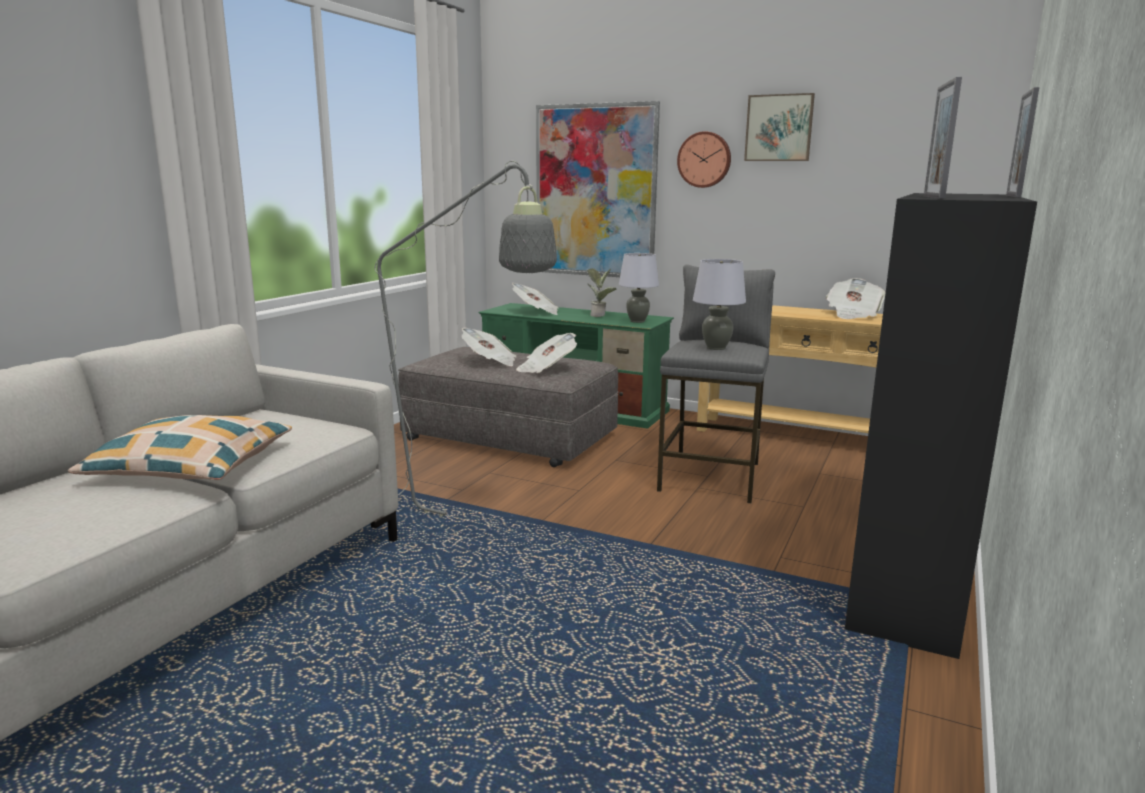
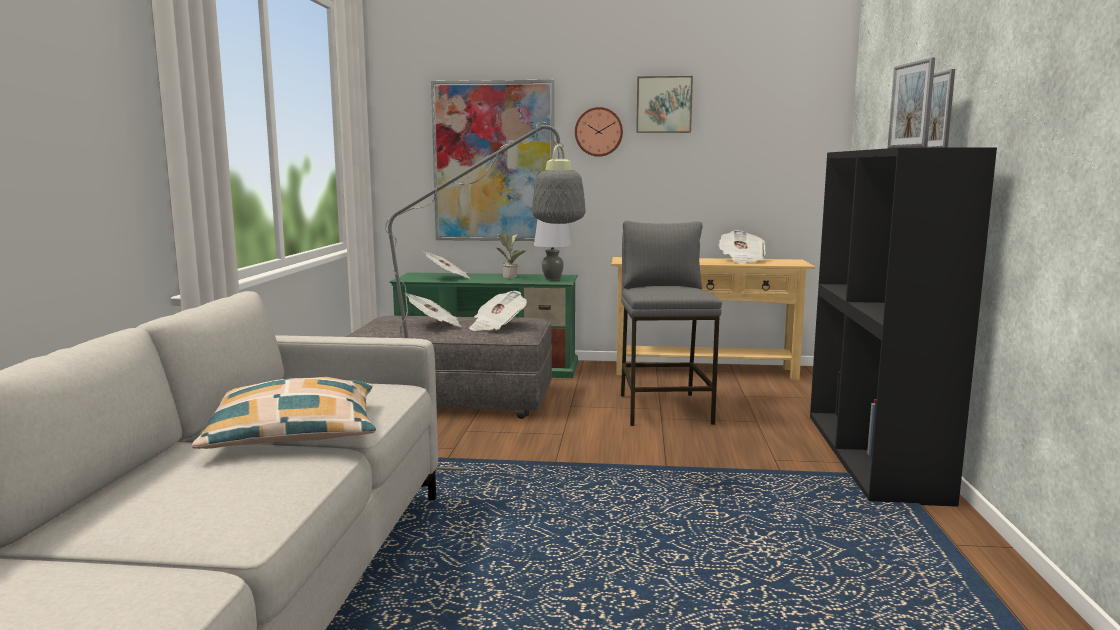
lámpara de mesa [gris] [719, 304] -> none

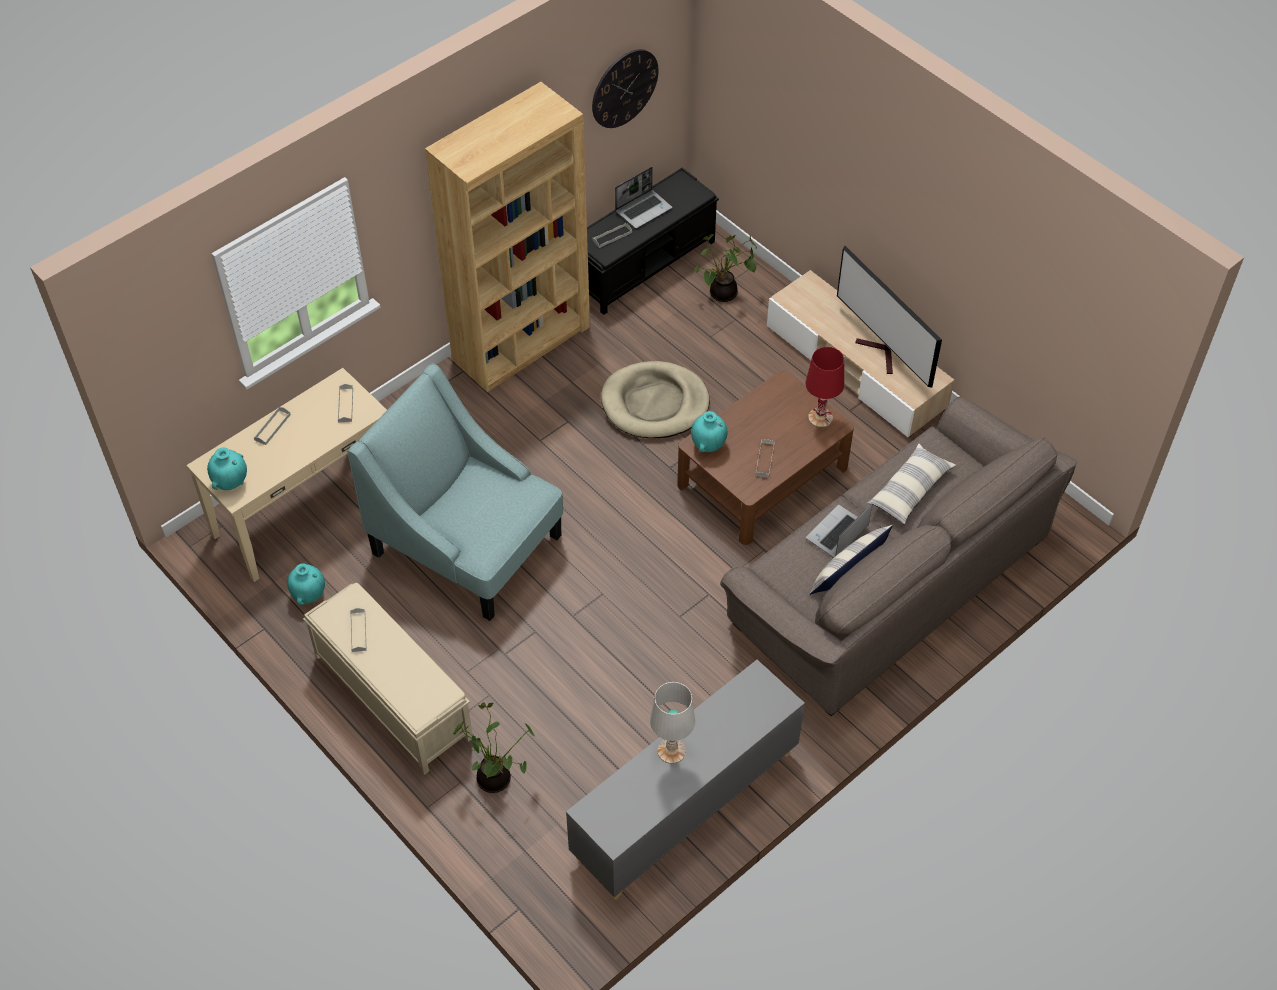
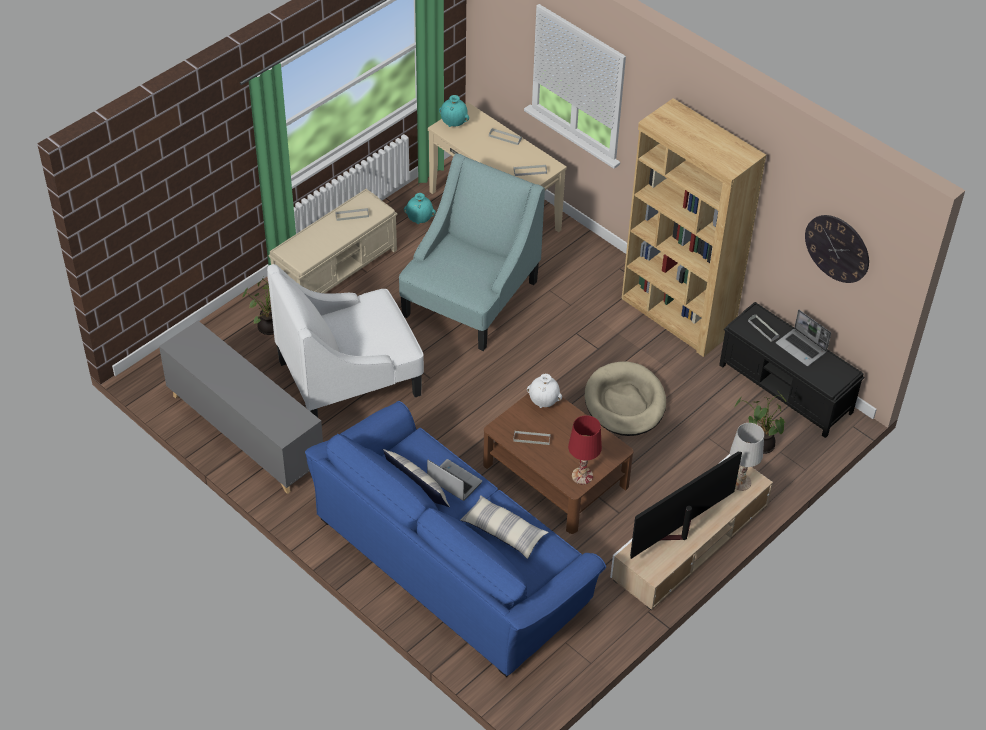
none -> sillón [blanco] [345, 340]
sofá [marrón] [898, 556] -> sofá [azul] [455, 539]
florero [turquesa] [709, 431] -> florero [blanco] [544, 391]
lámpara de mesa [blanco] [672, 723] -> lámpara de mesa [blanco] [747, 457], relocated

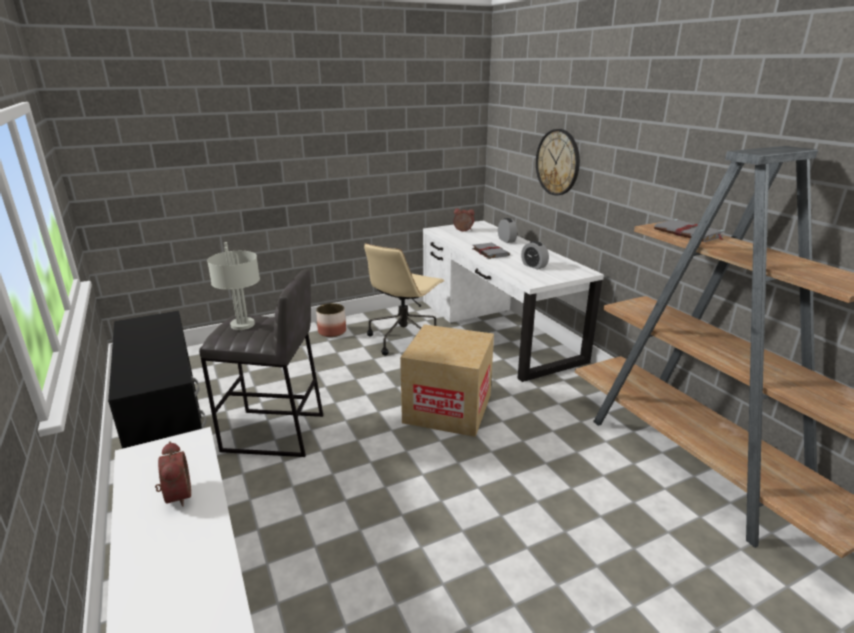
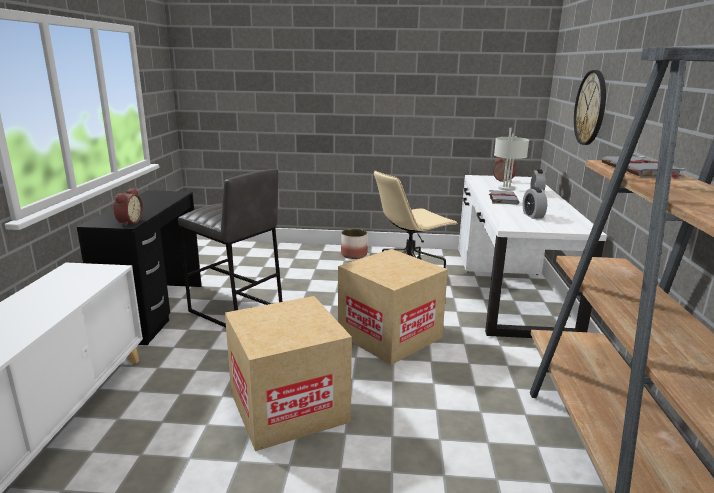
despertador [173, 474] -> despertador [128, 207], relocated
none -> caja de cartón [288, 373]
lámpara de mesa [gris] [233, 286] -> lámpara de mesa [gris] [511, 159], relocated

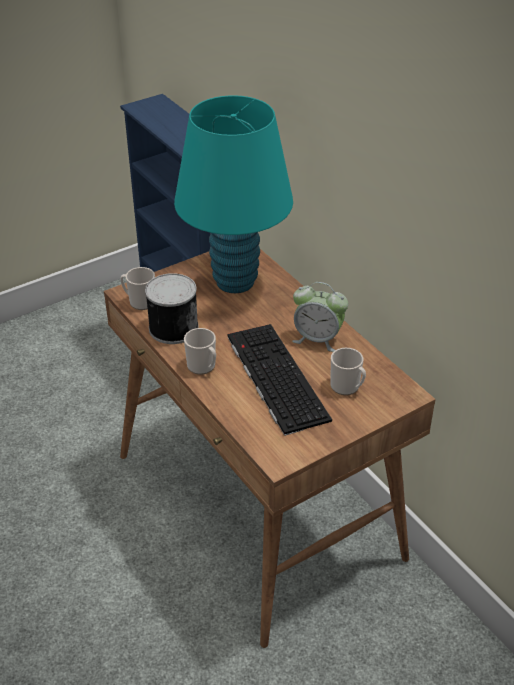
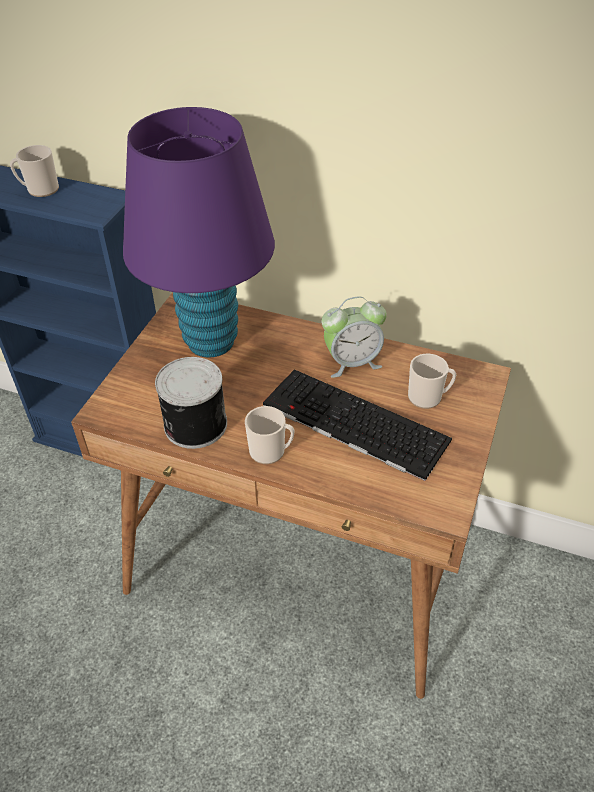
taza grande [137, 288] -> taza grande [34, 171], relocated
lámpara de mesa [turquesa] [233, 194] -> lámpara de mesa [morado] [199, 232]

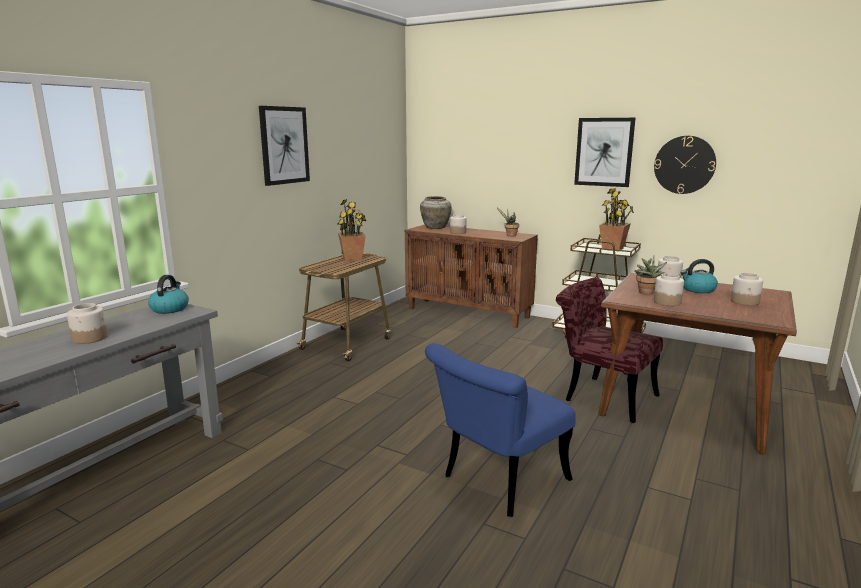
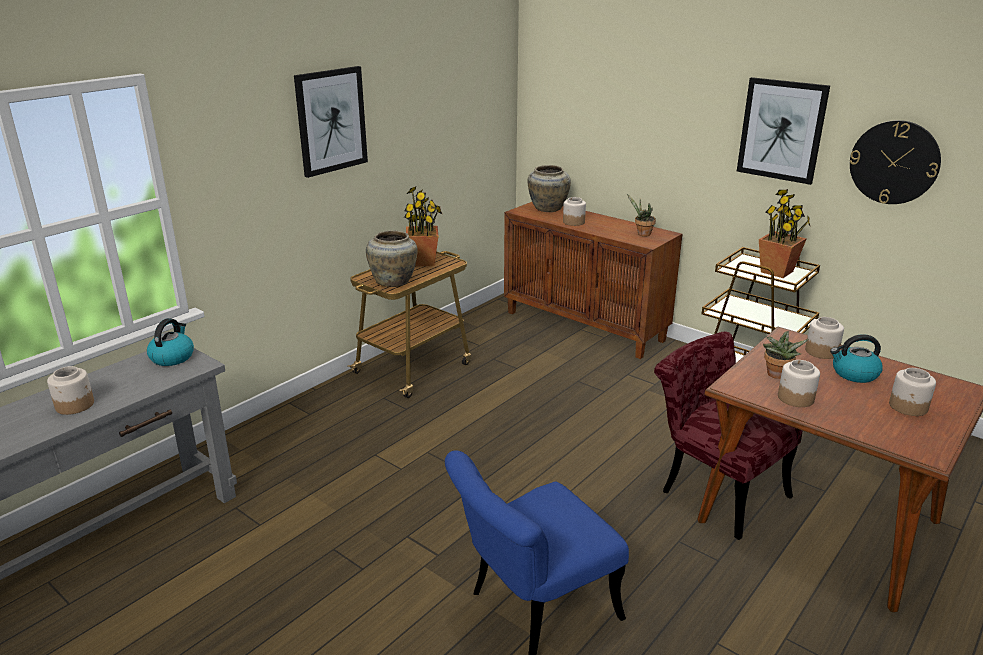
none -> florero [beis] [392, 259]

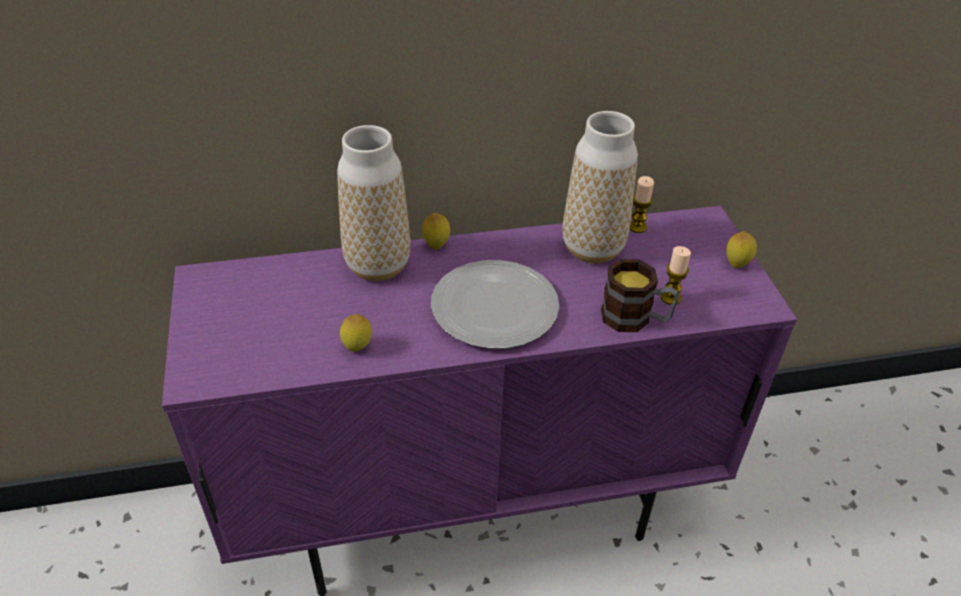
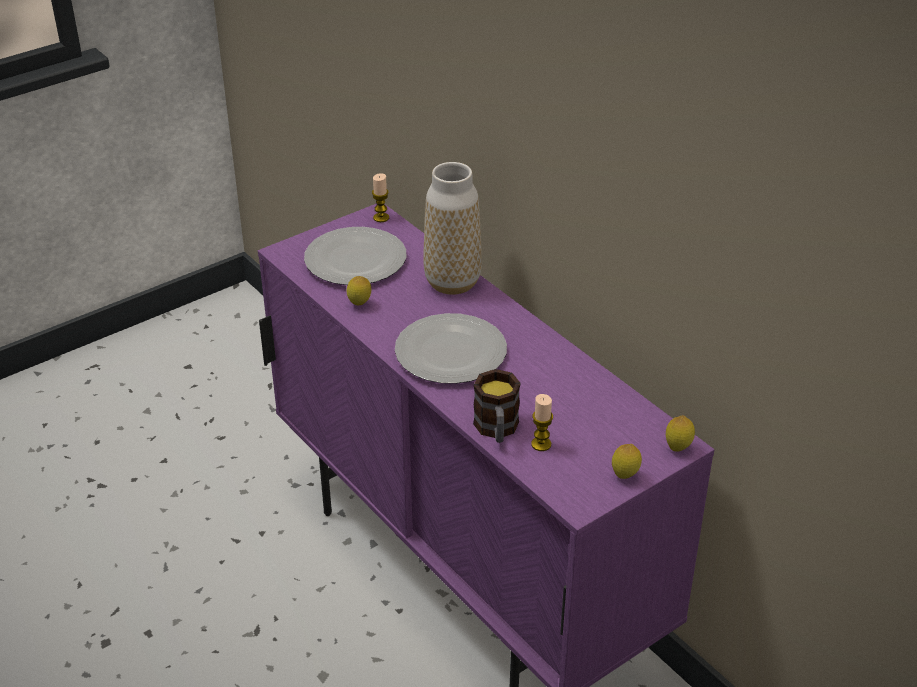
none -> plato [355, 256]
vela [642, 204] -> vela [380, 197], relocated
limón [436, 231] -> limón [680, 433], relocated
florero [600, 187] -> none

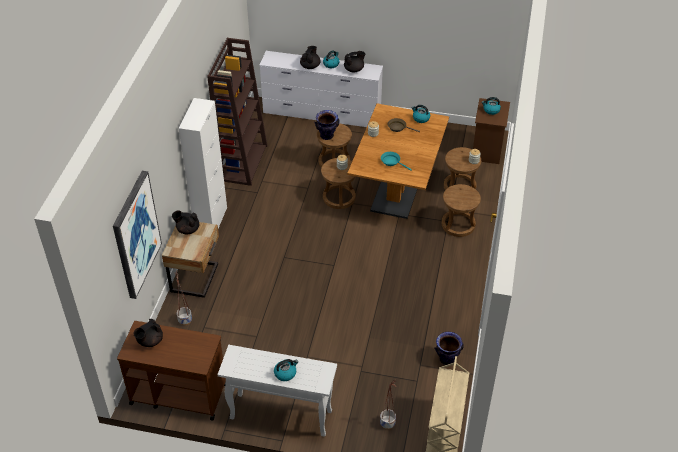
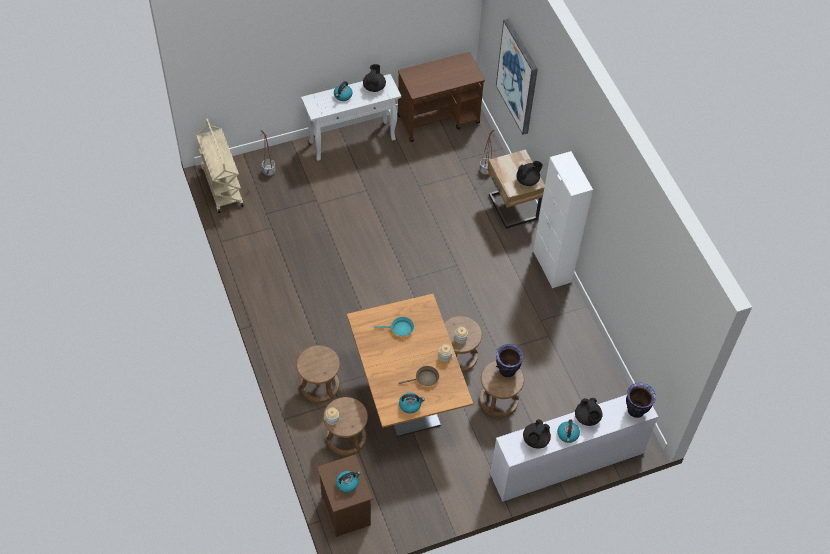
tetera [negro] [148, 333] -> tetera [negro] [374, 78], relocated
florero [449, 348] -> florero [641, 400], relocated
estantería [marrón] [237, 112] -> none

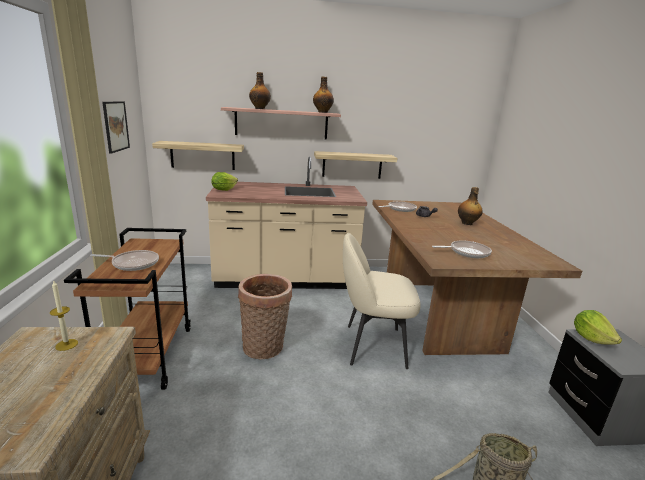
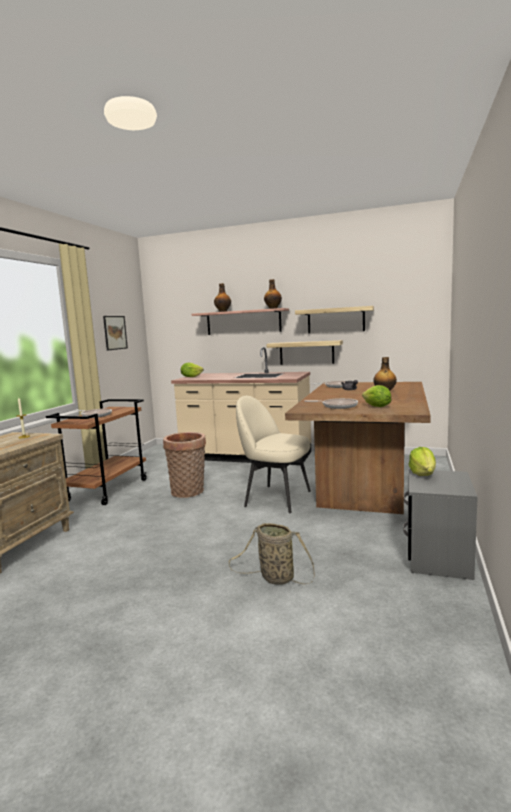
estante [198, 155] -> estante [334, 319], relocated
none -> lechuga [376, 396]

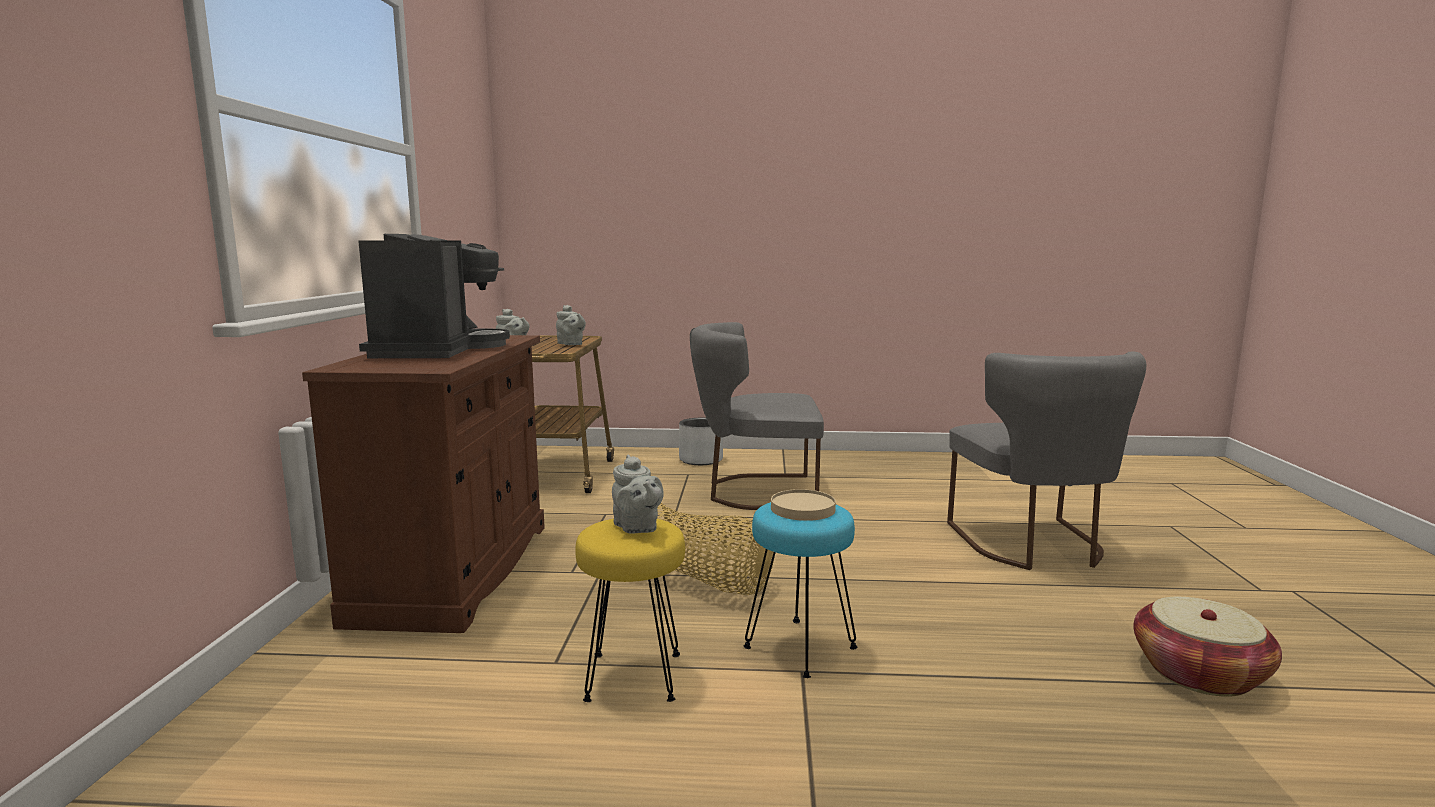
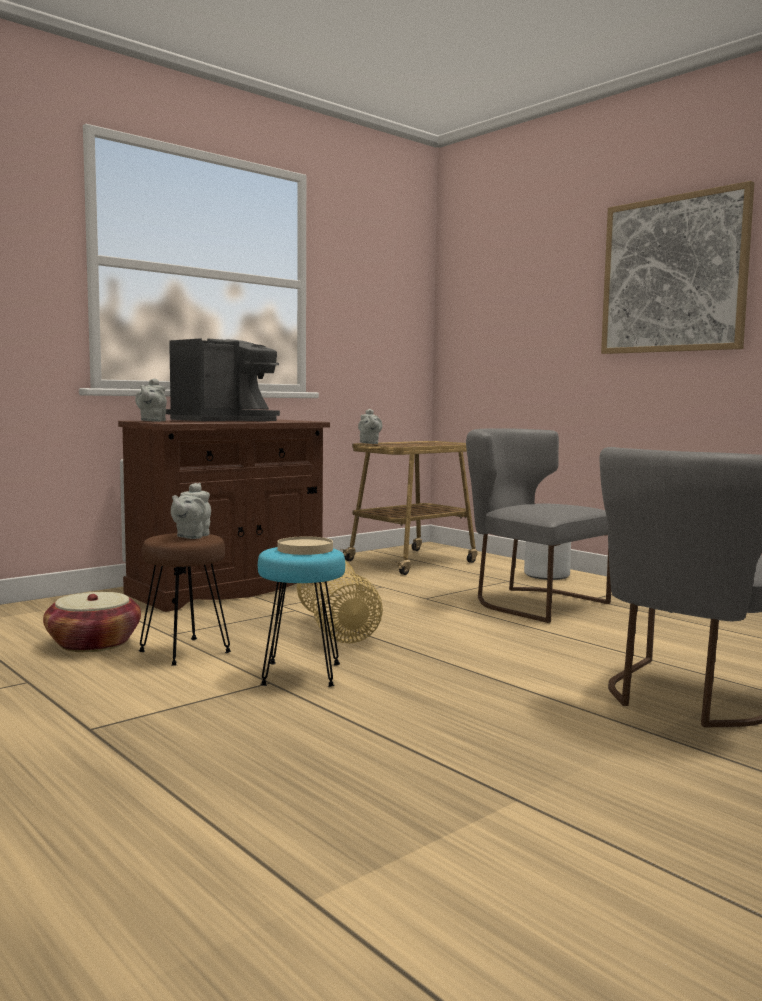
cesta [1207, 647] -> cesta [92, 622], relocated
tetera [gris] [571, 325] -> tetera [gris] [151, 400], relocated
taburete [amarillo] [630, 610] -> taburete [marrón] [184, 599]
none -> cuadro [677, 267]

